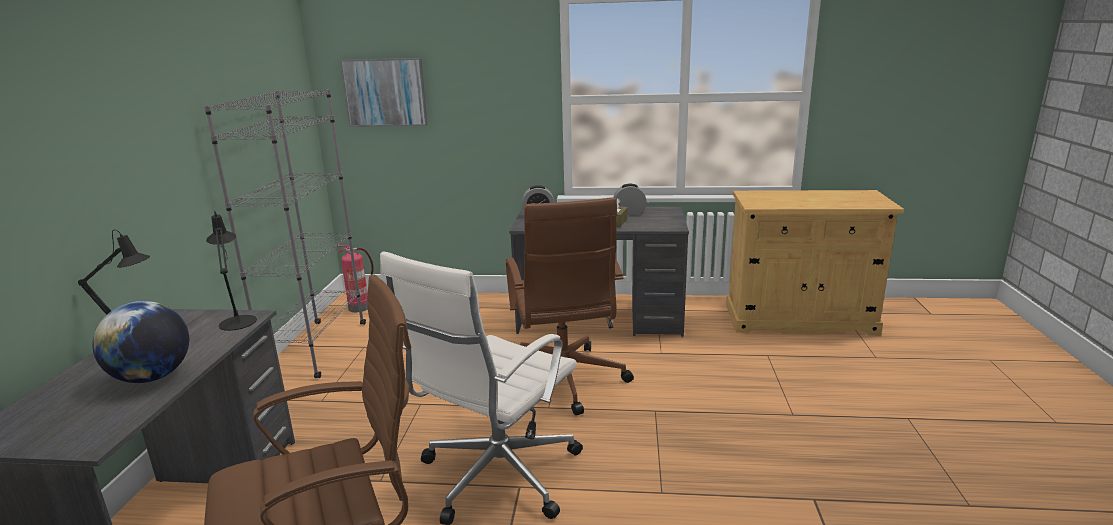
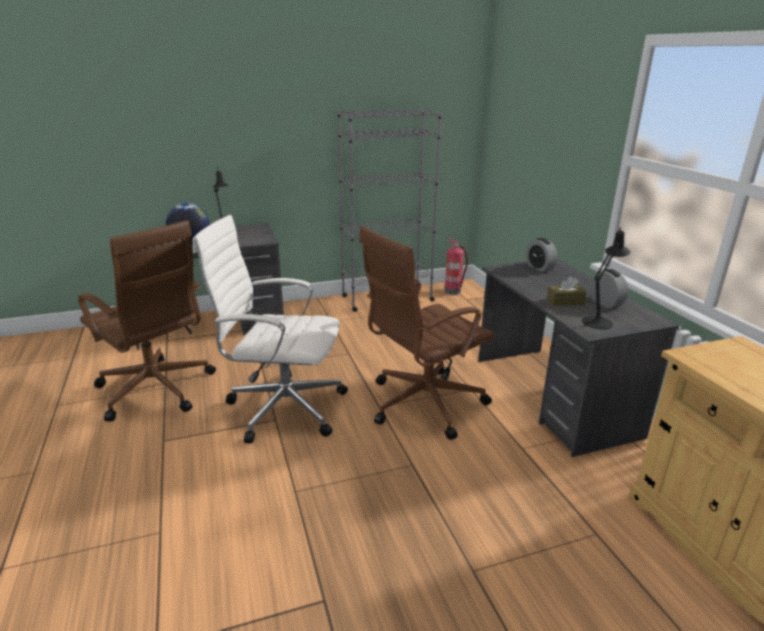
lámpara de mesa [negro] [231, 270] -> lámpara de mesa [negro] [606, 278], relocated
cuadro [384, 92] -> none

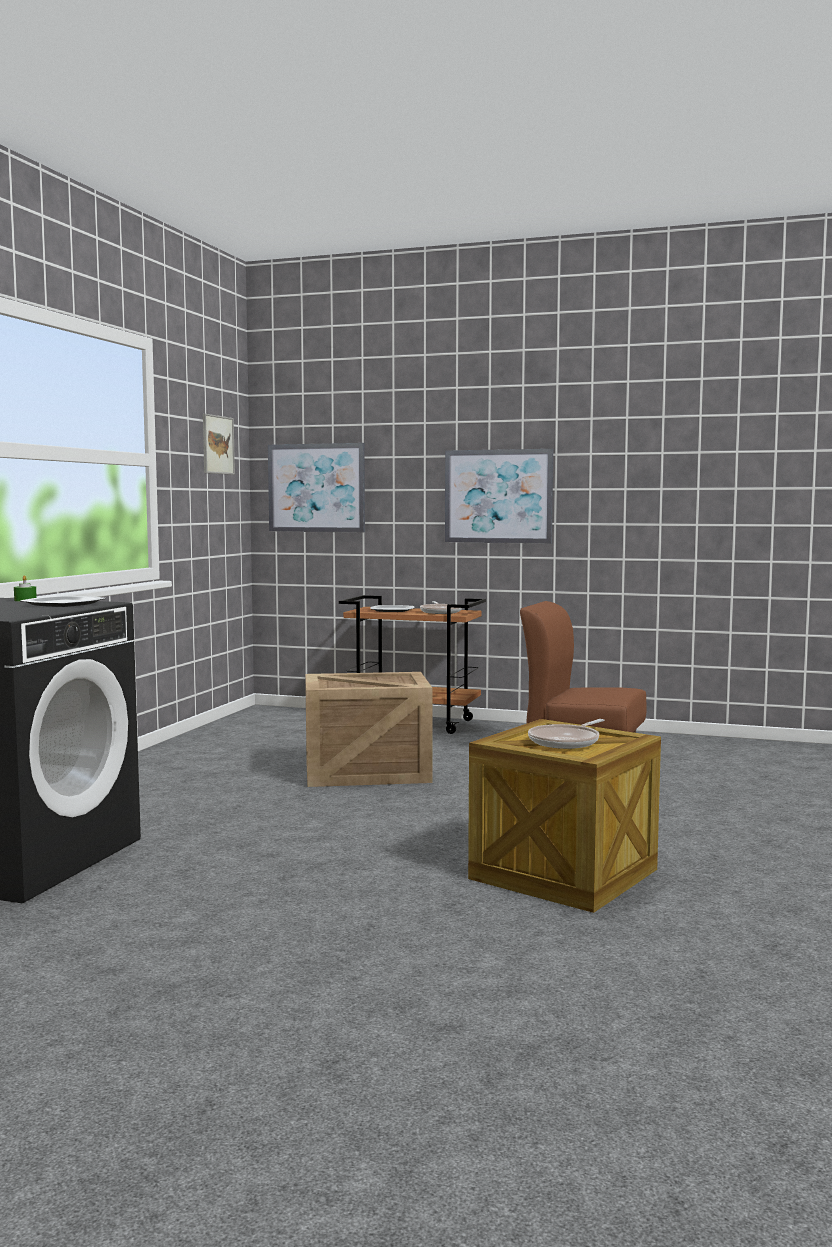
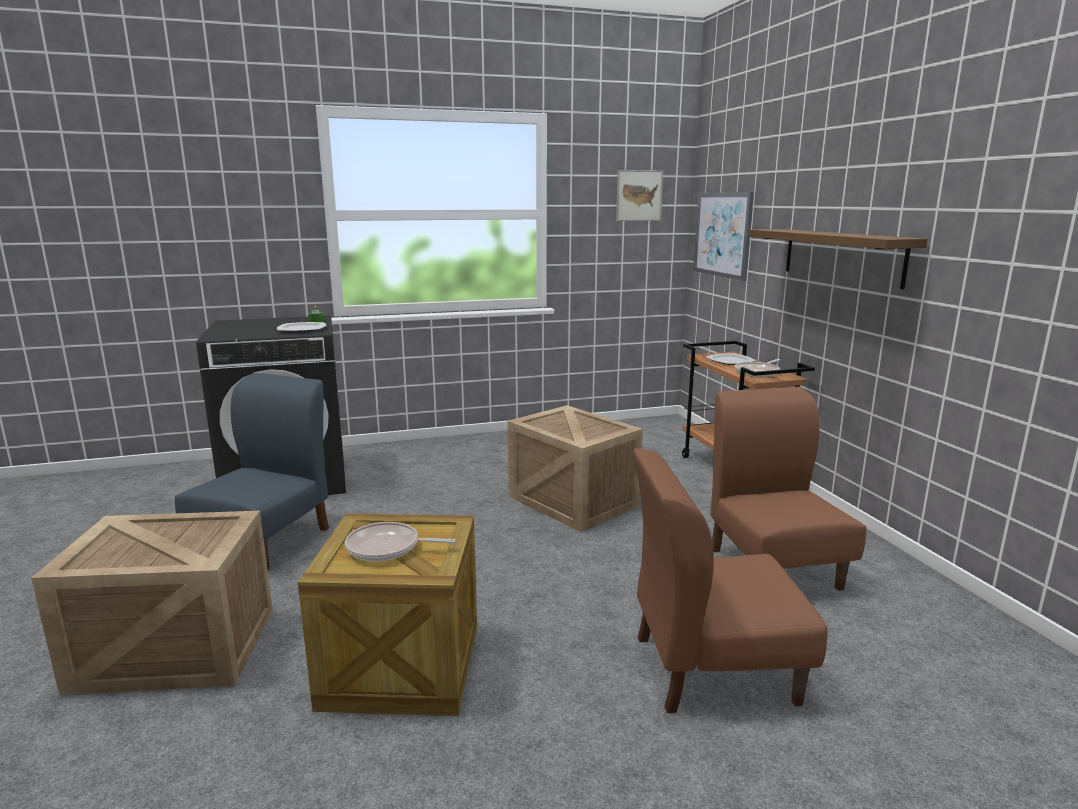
none -> caja de embalaje [152, 603]
none -> silla [azul] [252, 471]
none -> silla [marrón] [730, 580]
cuadro [499, 496] -> estante [838, 259]

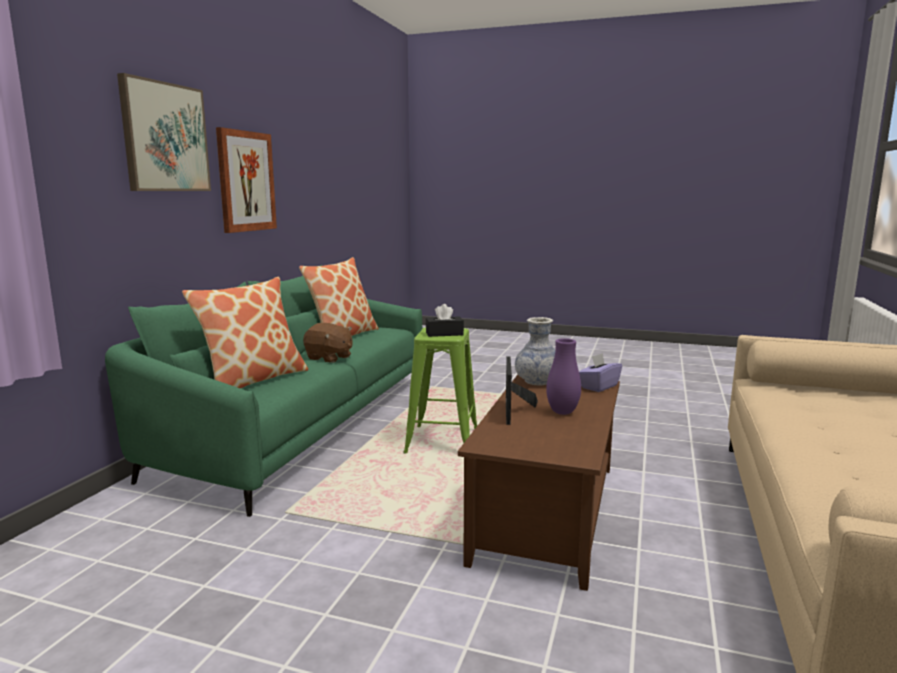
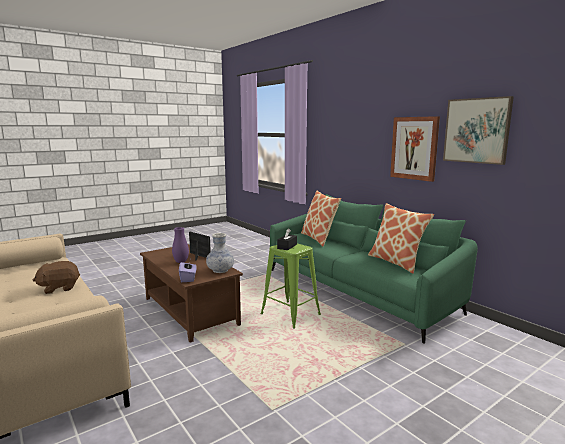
peluche [marrón] [328, 343] -> peluche [marrón] [56, 277], relocated
cuadro [164, 132] -> cuadro [478, 130], relocated

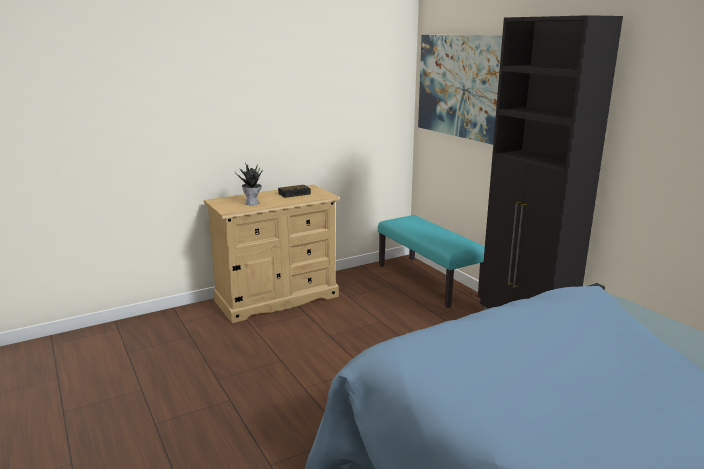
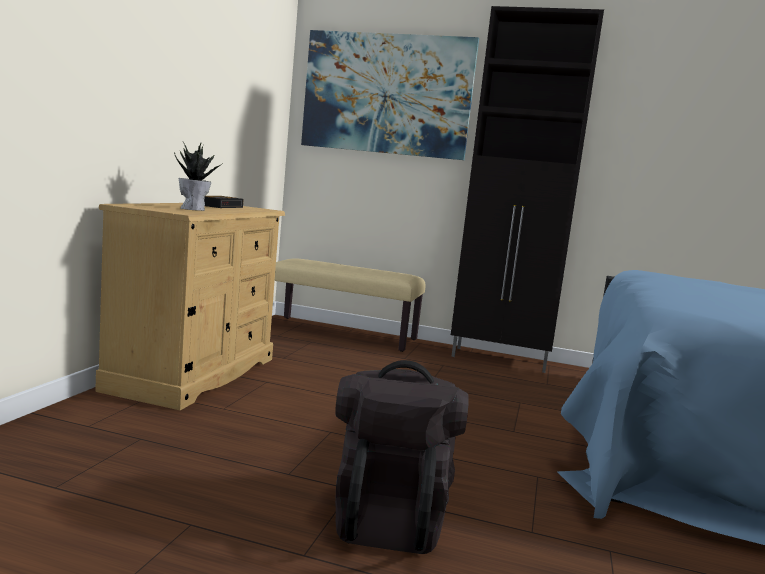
banco [turquesa] [431, 261] -> banco [beis] [350, 305]
none -> mochila [negro] [402, 457]

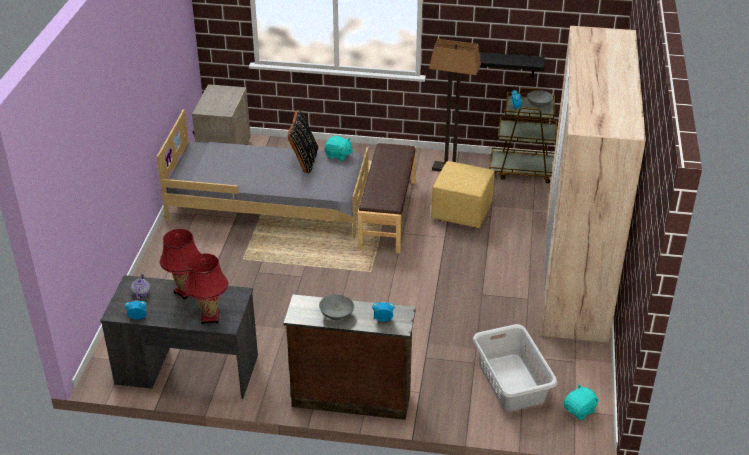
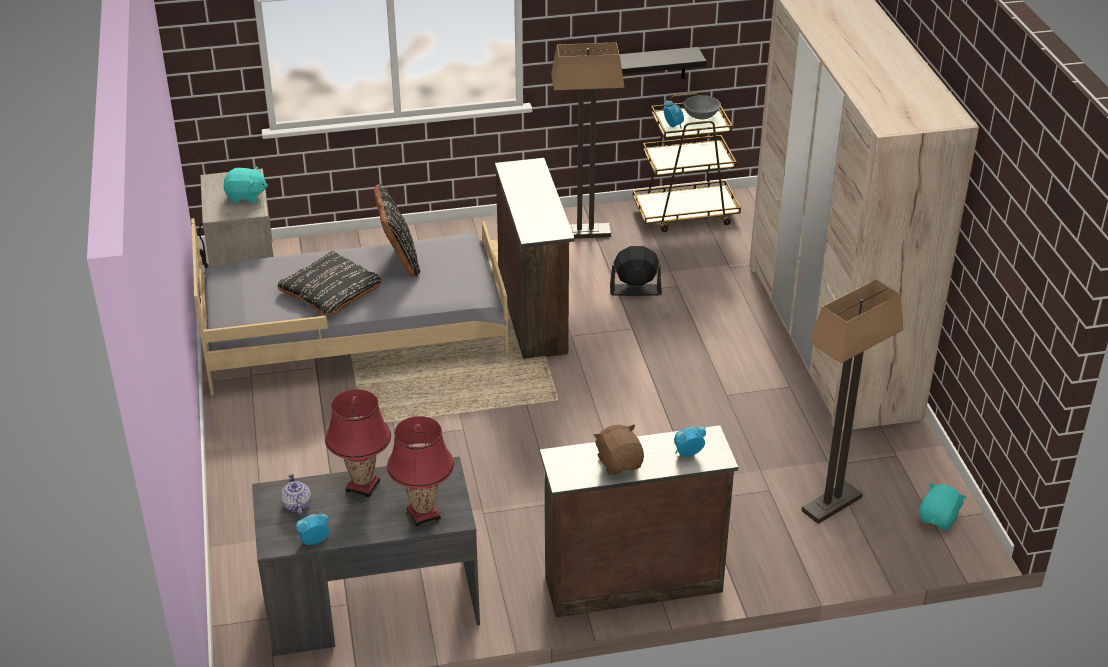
peluche [turquesa] [339, 148] -> peluche [turquesa] [246, 184], relocated
none -> cojín [negro] [330, 283]
banco [marrón] [387, 198] -> cómoda [marrón] [535, 258]
cuenco [gris] [336, 307] -> peluche [marrón] [619, 449]
puf [amarillo] [463, 194] -> ventilador [negro] [636, 271]
cesto de la ropa [gris] [515, 367] -> lámpara de pie [852, 401]

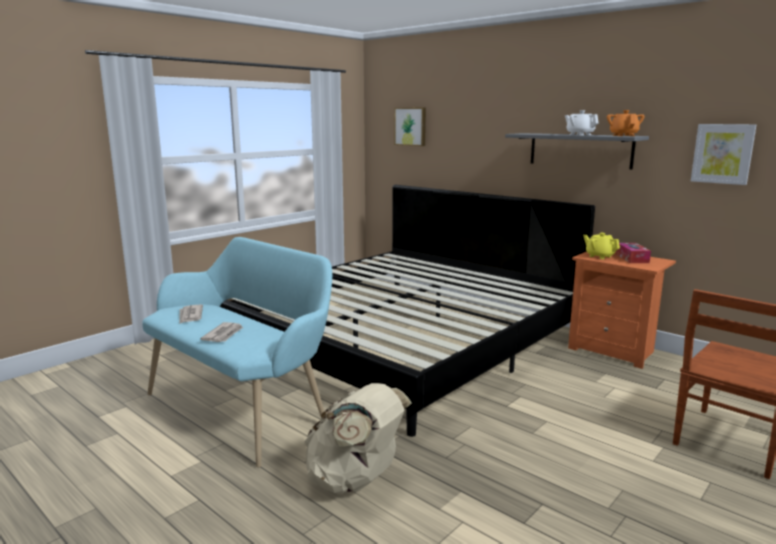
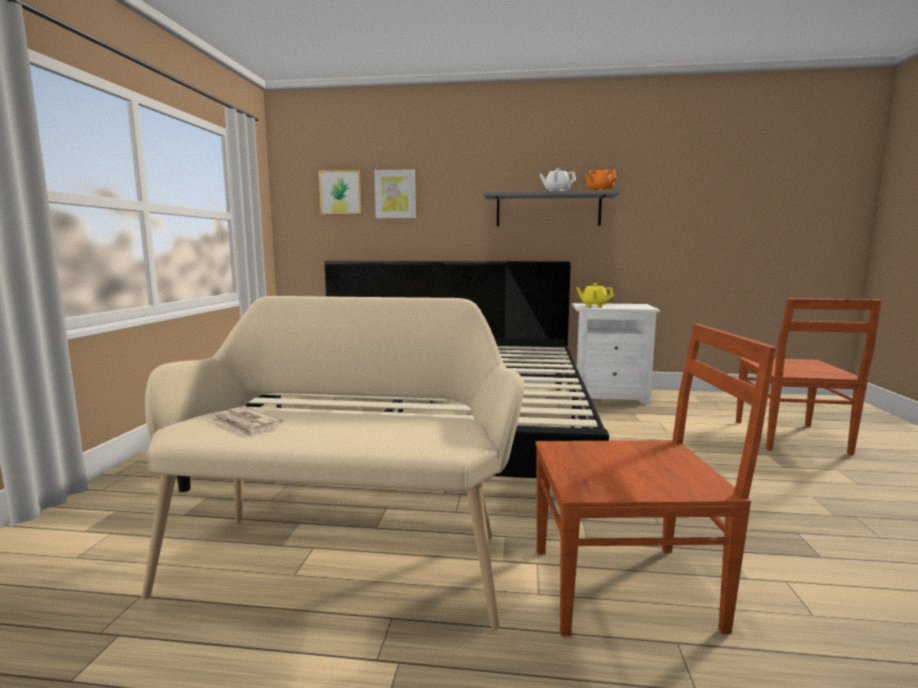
banco [turquesa] [237, 352] -> banco [beis] [333, 463]
cuadro [723, 154] -> cuadro [395, 193], relocated
mochila [beis] [358, 438] -> silla [marrón] [655, 480]
mesita de noche [naranja] [622, 310] -> mesita de noche [blanco] [616, 353]
periódico [221, 332] -> none
caja de pañuelos [633, 253] -> none

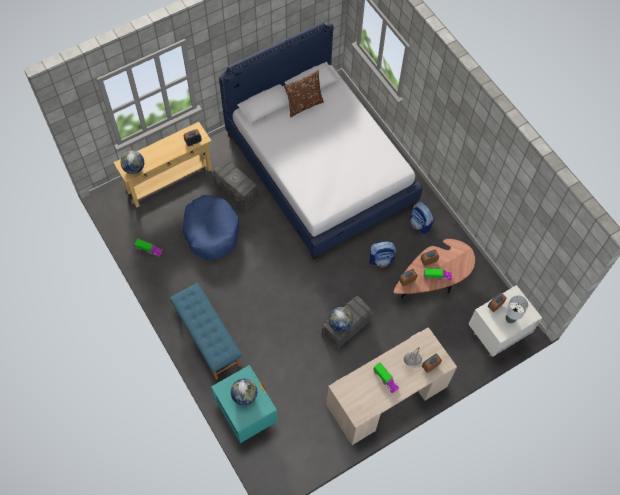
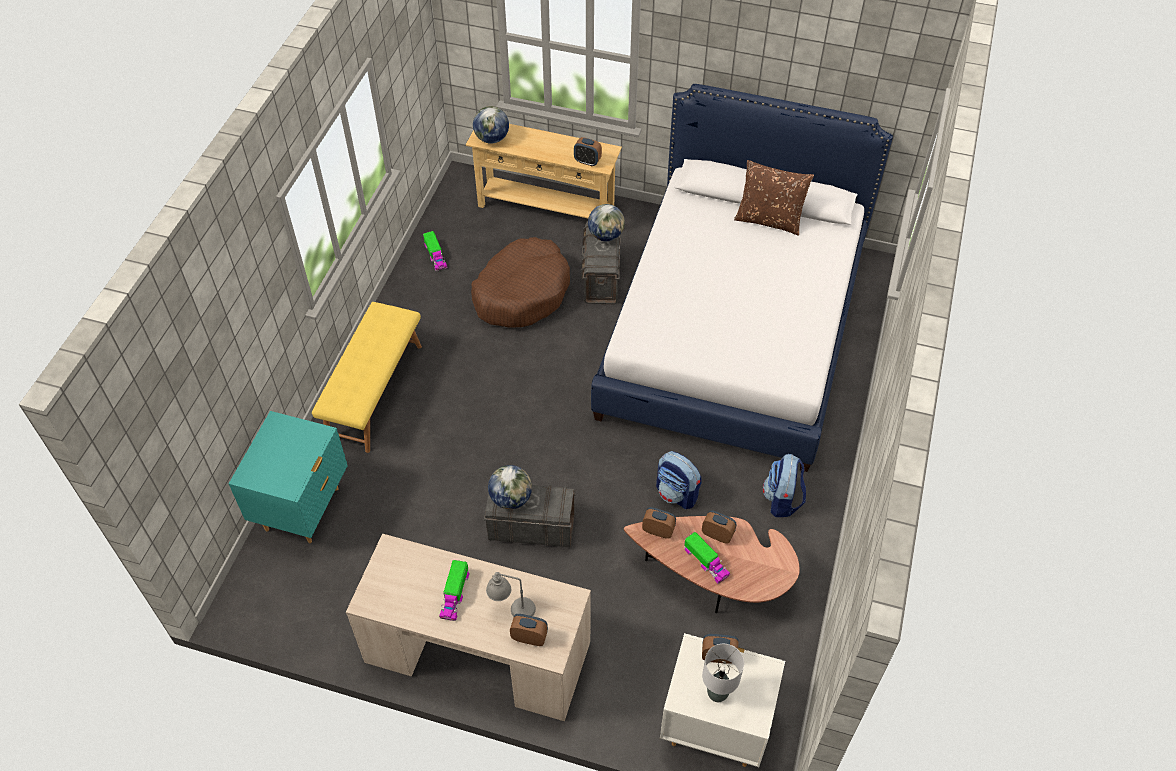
banco [azul] [205, 331] -> banco [amarillo] [367, 377]
cama para perro [azul] [211, 228] -> cama para perro [marrón] [520, 282]
globo terráqueo [244, 392] -> globo terráqueo [606, 223], relocated

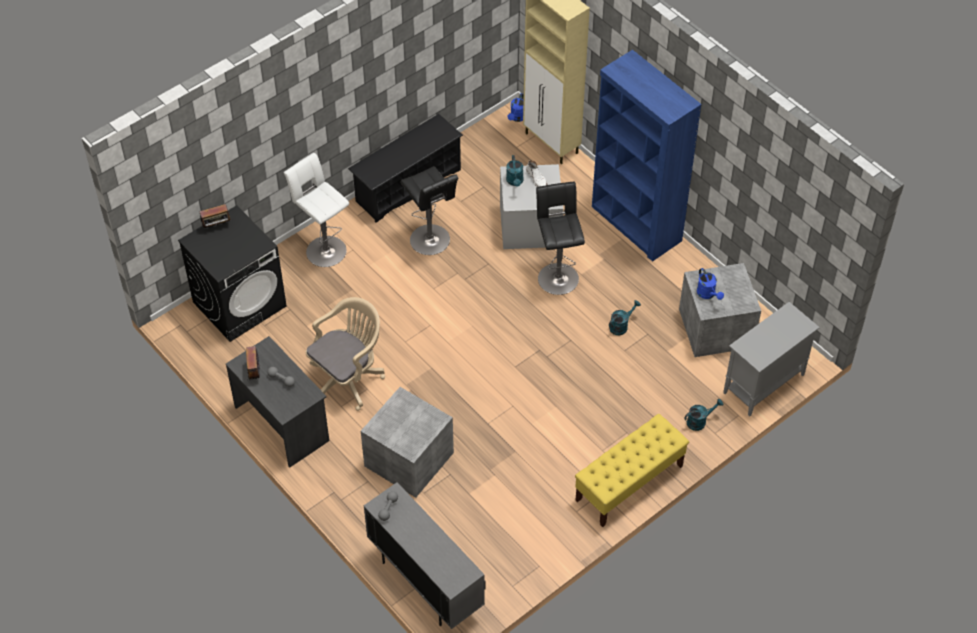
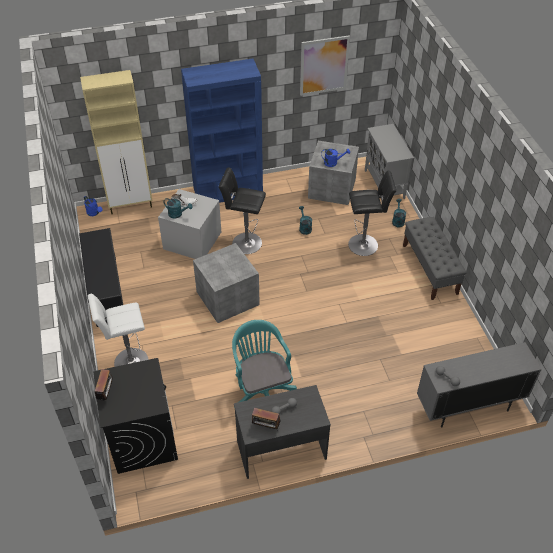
caja de almacenaje [gris] [407, 442] -> caja de almacenaje [gris] [226, 283], relocated
silla de oficina [beis] [345, 354] -> silla de oficina [turquesa] [264, 364]
none -> cuadro [325, 65]
taburete [negro] [429, 210] -> taburete [negro] [372, 213], relocated
banco [amarillo] [632, 470] -> banco [gris] [434, 258]

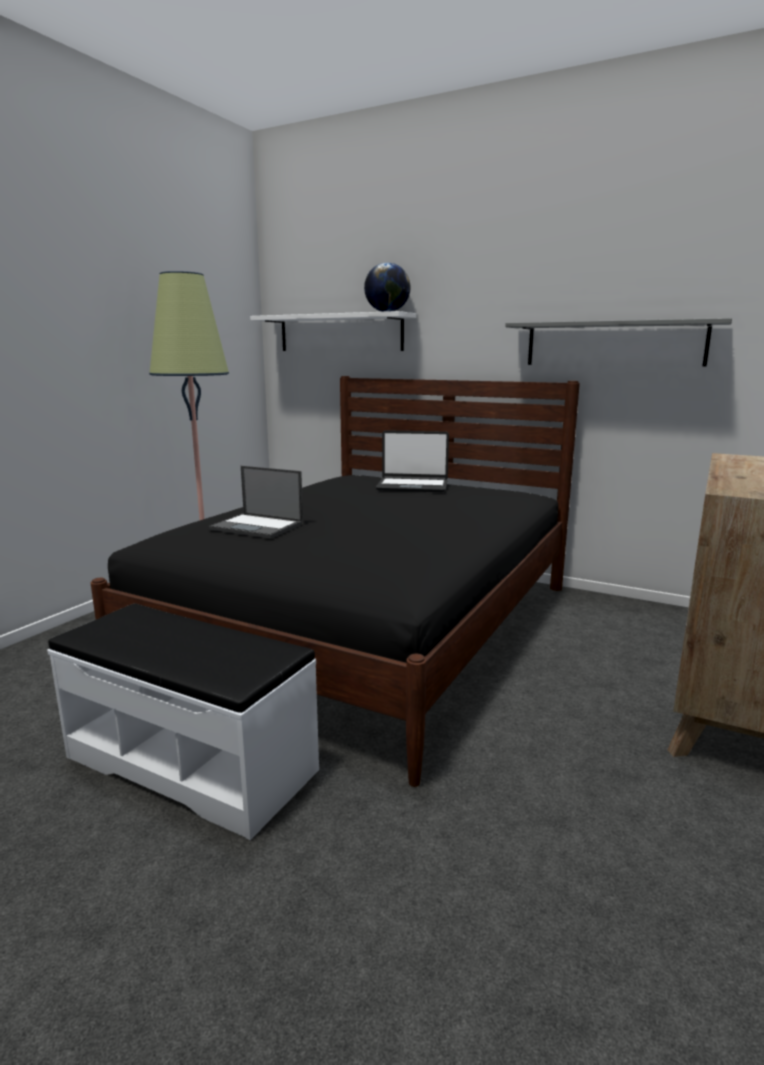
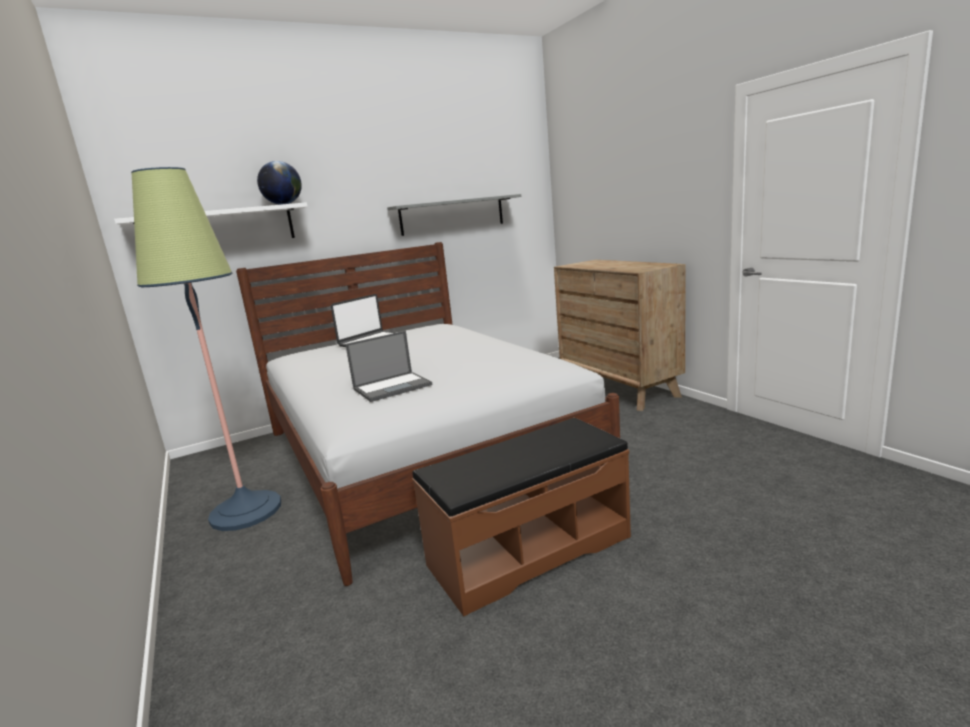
cama [negro] [335, 581] -> cama [blanco] [428, 414]
banco [blanco] [183, 722] -> banco [marrón] [521, 517]

